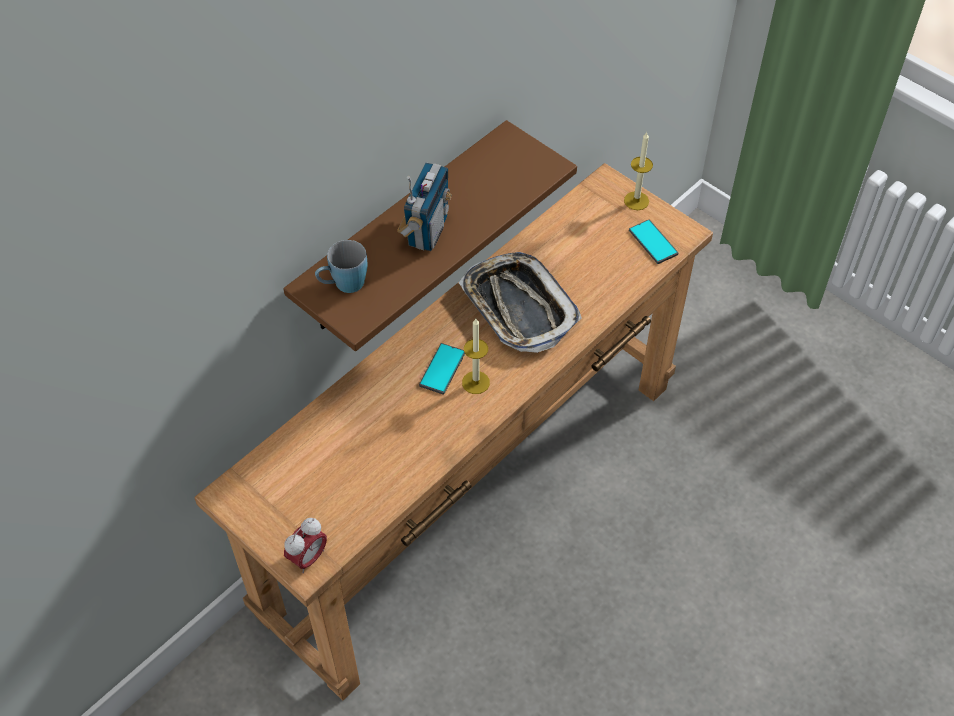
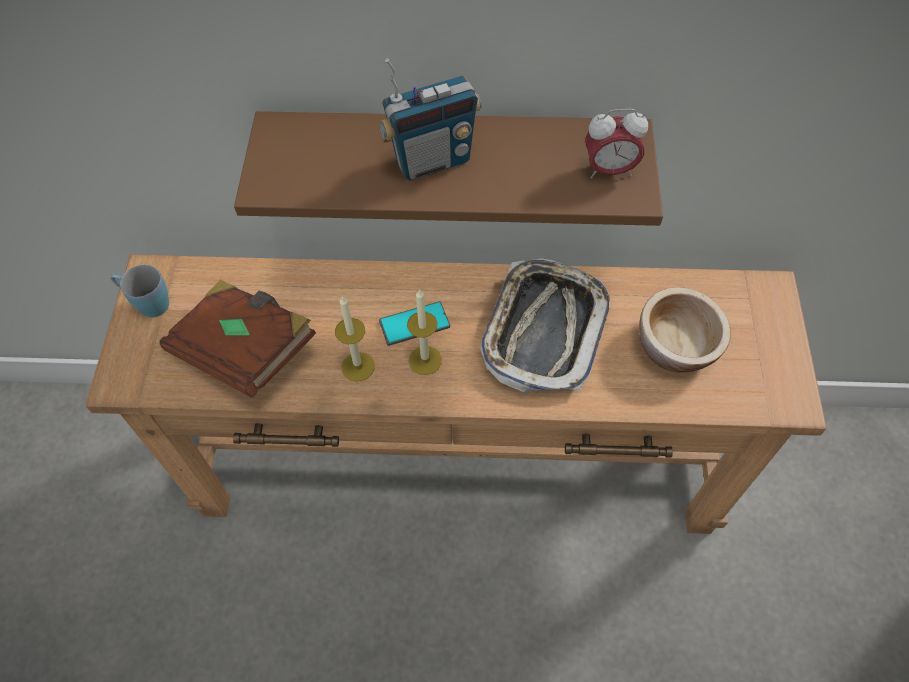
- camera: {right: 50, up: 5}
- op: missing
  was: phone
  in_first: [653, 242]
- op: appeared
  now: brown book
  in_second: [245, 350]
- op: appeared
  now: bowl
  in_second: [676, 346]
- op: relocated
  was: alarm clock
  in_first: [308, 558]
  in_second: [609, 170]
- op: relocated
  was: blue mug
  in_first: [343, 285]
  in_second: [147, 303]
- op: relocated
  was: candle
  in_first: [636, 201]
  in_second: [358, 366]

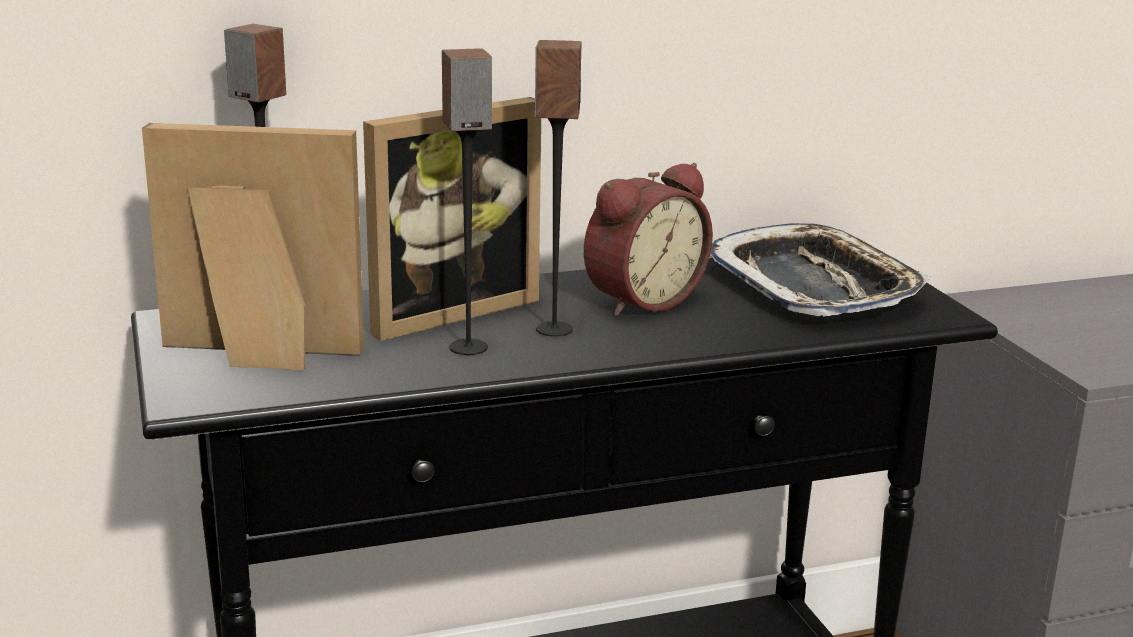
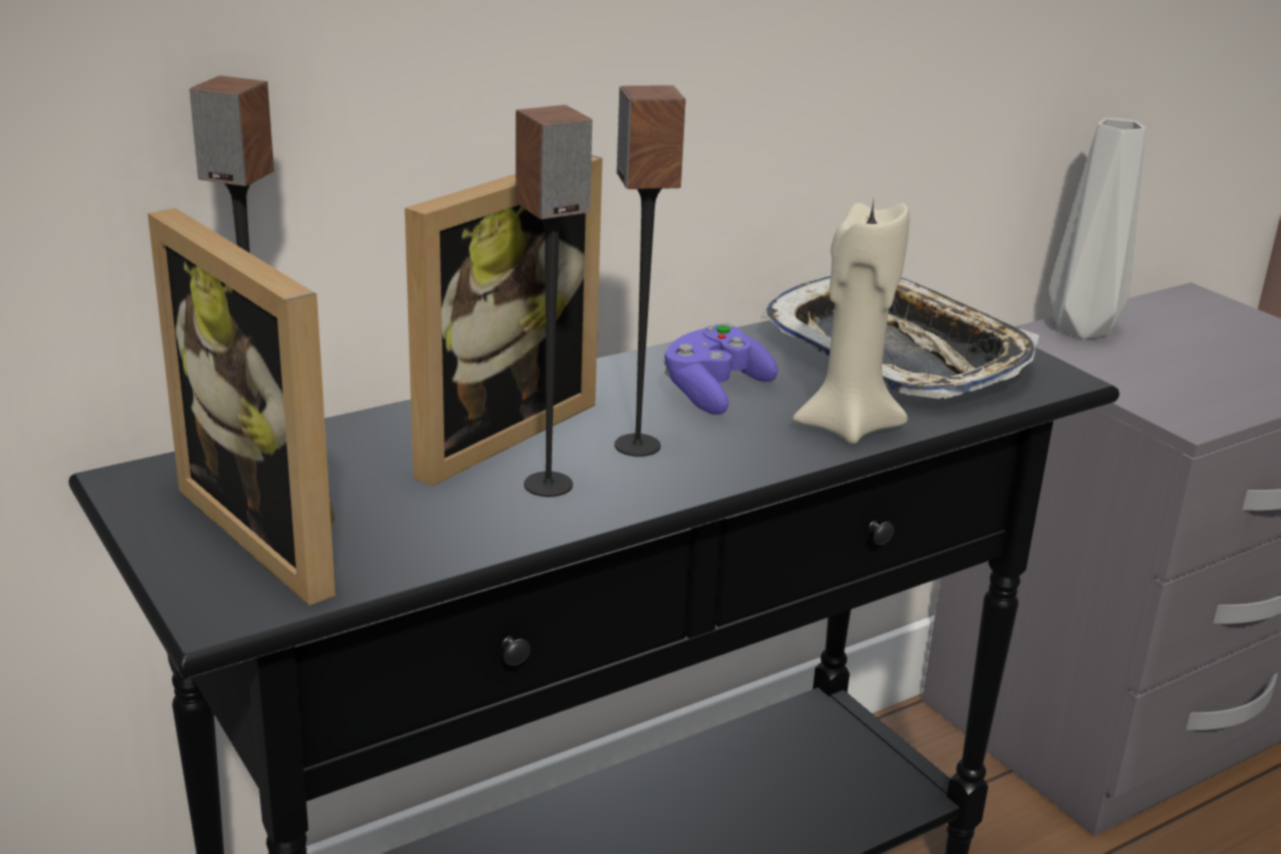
- camera: {right: -15, up: 5}
- op: appeared
  now: beige candle
  in_second: [847, 426]
- op: appeared
  now: grey vase
  in_second: [1080, 330]
- op: exchanged
  was: alarm clock
  now: purple game controller
  in_first: [640, 300]
  in_second: [714, 391]
- op: spun
  was: picture frame
  in_first: [257, 356]
  in_second: [282, 530]
  clockwise: -120

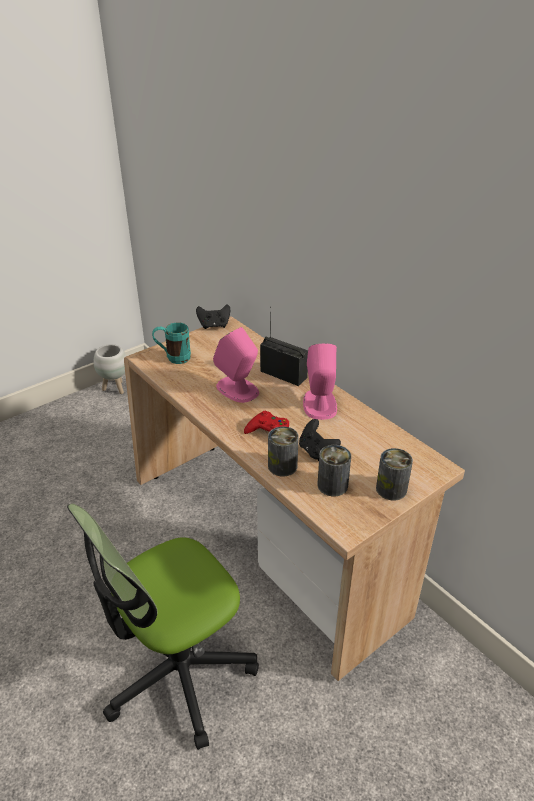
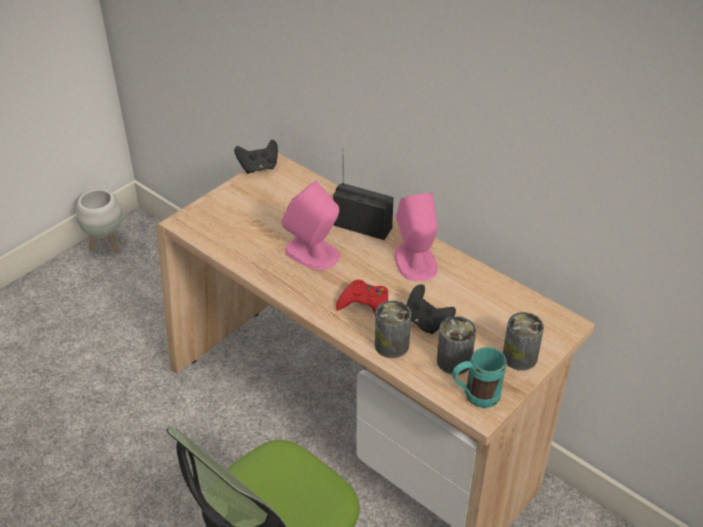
- camera: {right: -10, up: 5}
- op: relocated
  was: turquoise mug
  in_first: [173, 358]
  in_second: [474, 397]

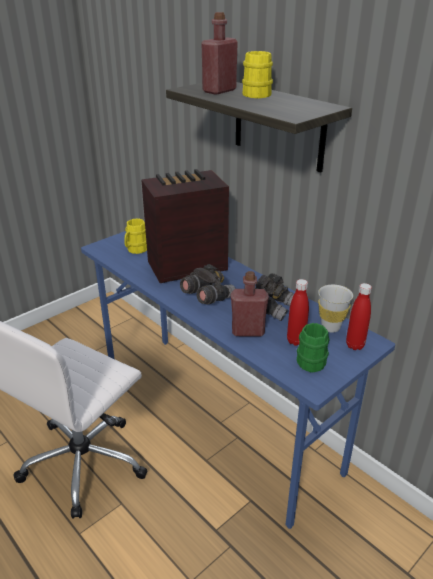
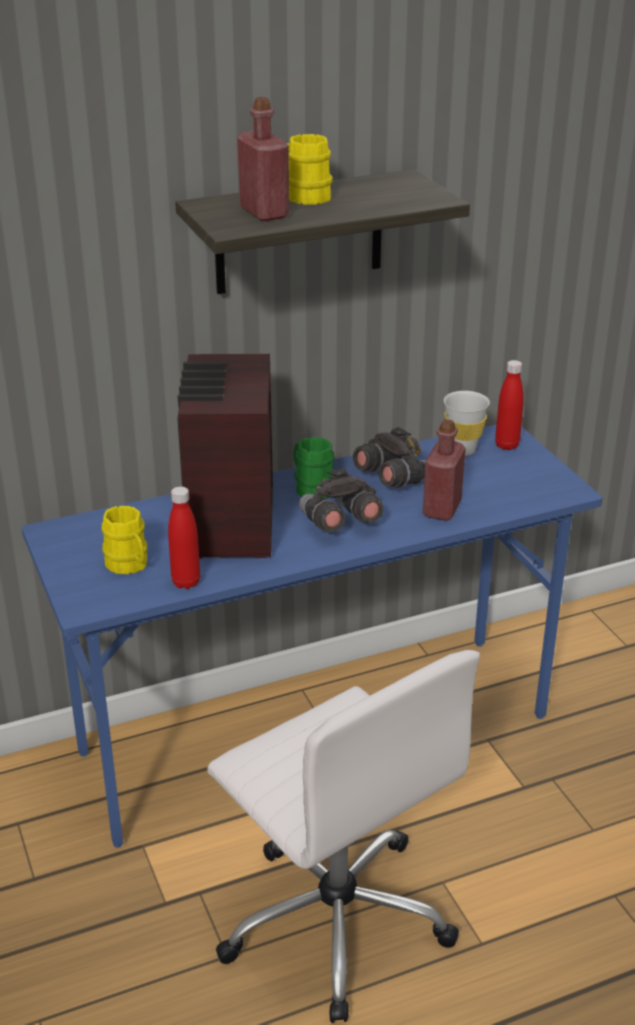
- camera: {right: -70, up: 0}
- op: relocated
  was: red bottle
  in_first: [295, 341]
  in_second: [186, 582]
- op: relocated
  was: green mug
  in_first: [313, 359]
  in_second: [311, 487]

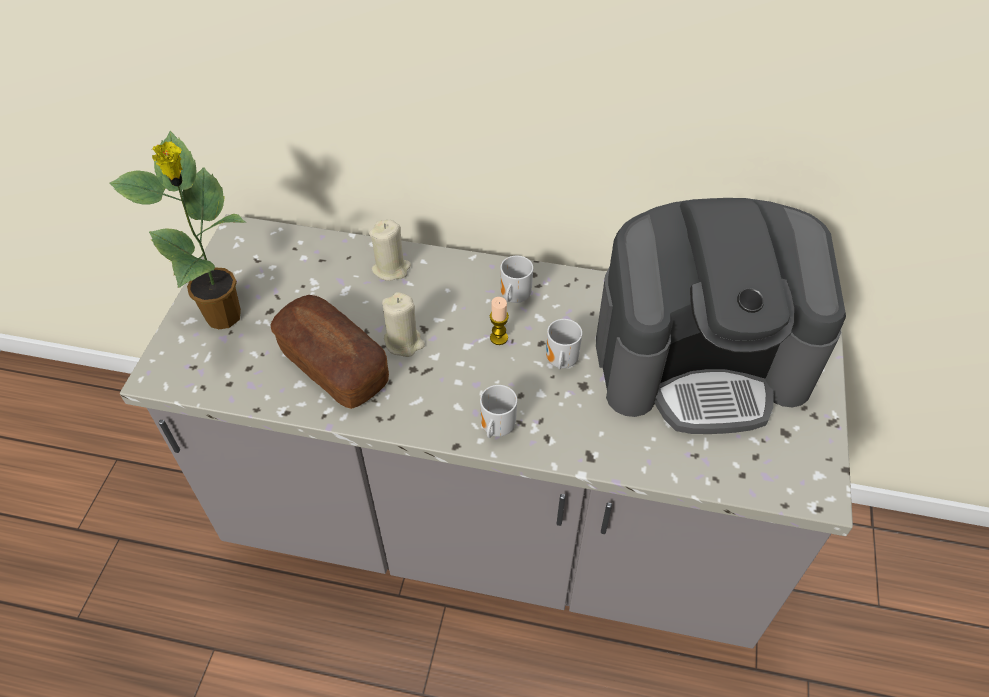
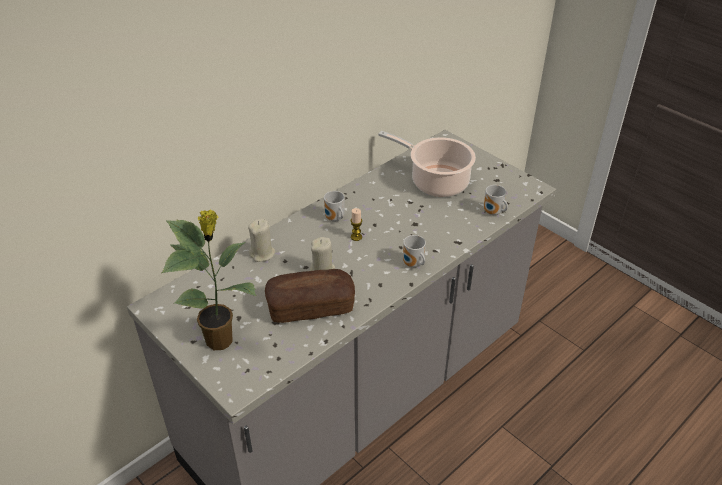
- camera: {right: -55, up: -10}
- op: relocated
  was: mug
  in_first: [559, 362]
  in_second: [493, 213]
- op: exchanged
  was: coffee machine
  now: cooking pot
  in_first: [701, 360]
  in_second: [436, 181]

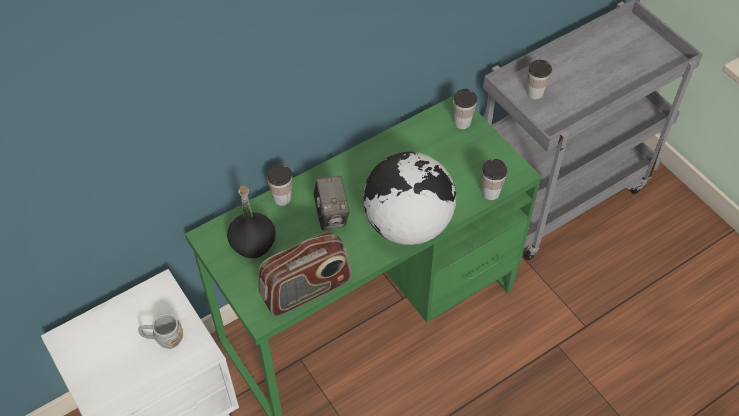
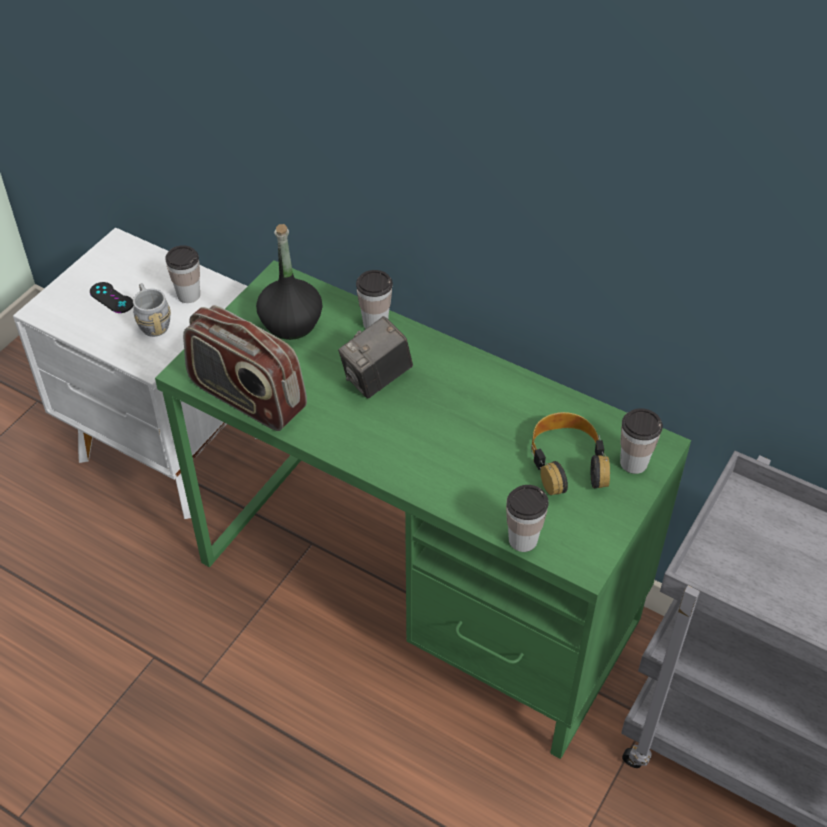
- camera: {right: 65, up: -5}
- op: missing
  was: globe
  in_first: [407, 225]
- op: appeared
  now: black game controller
  in_second: [111, 298]
- op: appeared
  now: headphones
  in_second: [567, 461]
- op: relocated
  was: cup
  in_first: [535, 93]
  in_second: [189, 295]

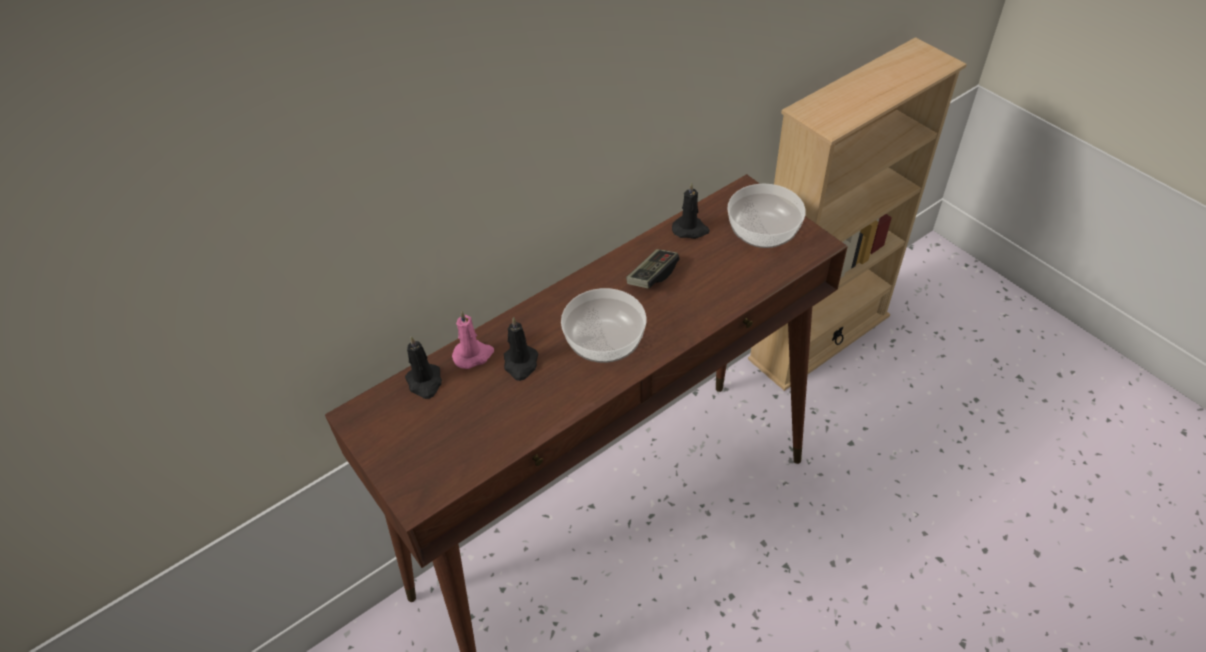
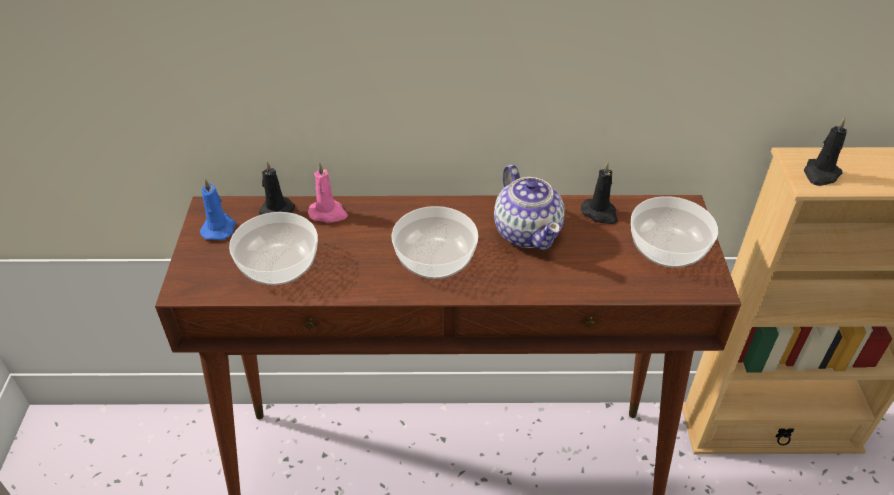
- camera: {right: 35, up: -5}
- op: appeared
  now: blue candle
  in_second: [219, 228]
- op: appeared
  now: bowl
  in_second: [280, 265]
- op: relocated
  was: black candle
  in_first: [521, 364]
  in_second: [820, 174]
- op: exchanged
  was: game controller
  now: teapot
  in_first: [652, 276]
  in_second: [527, 232]

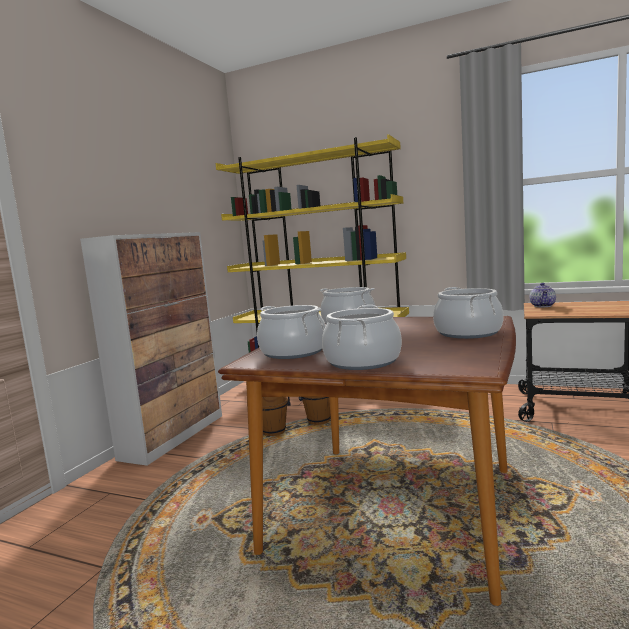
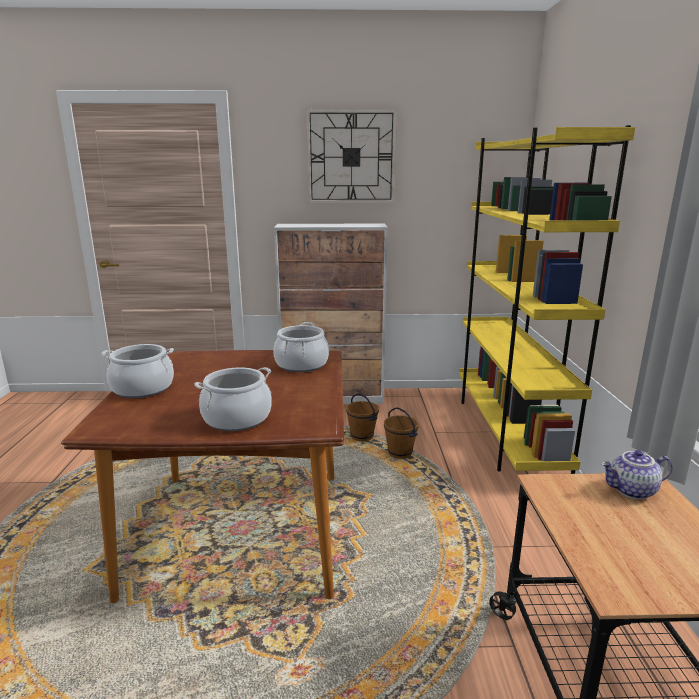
- camera: {right: 65, up: 10}
- op: missing
  was: cooking pot
  in_first: [293, 352]
- op: appeared
  now: wall clock
  in_second: [351, 157]

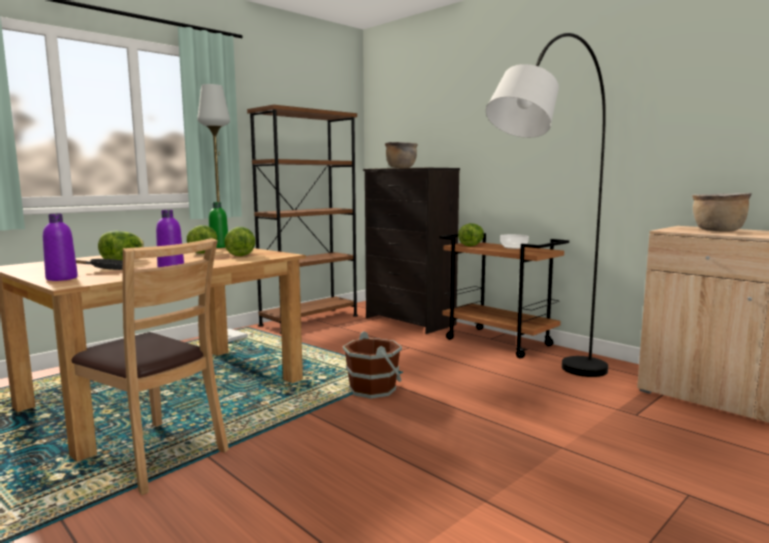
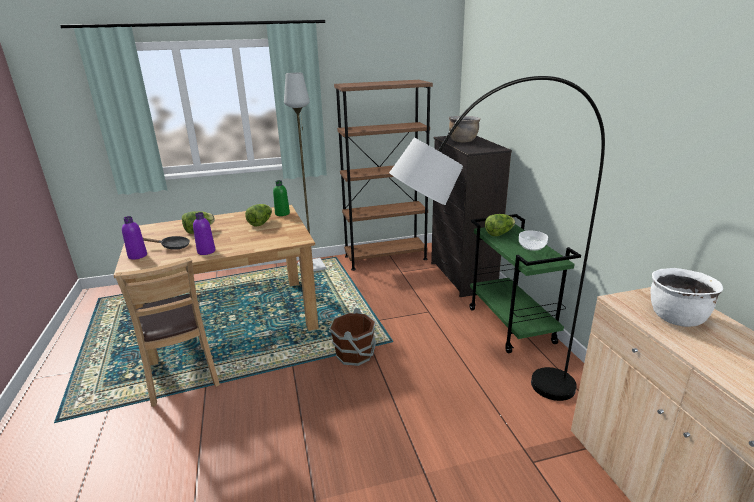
- camera: {right: 30, up: 15}
- op: missing
  was: lettuce
  in_first: [240, 254]
- op: colour
  was: brown cart
  now: green cart
  in_first: [499, 342]
  in_second: [511, 326]
- op: colour
  was: brown cooking pot
  now: white cooking pot
  in_first: [717, 231]
  in_second: [675, 318]

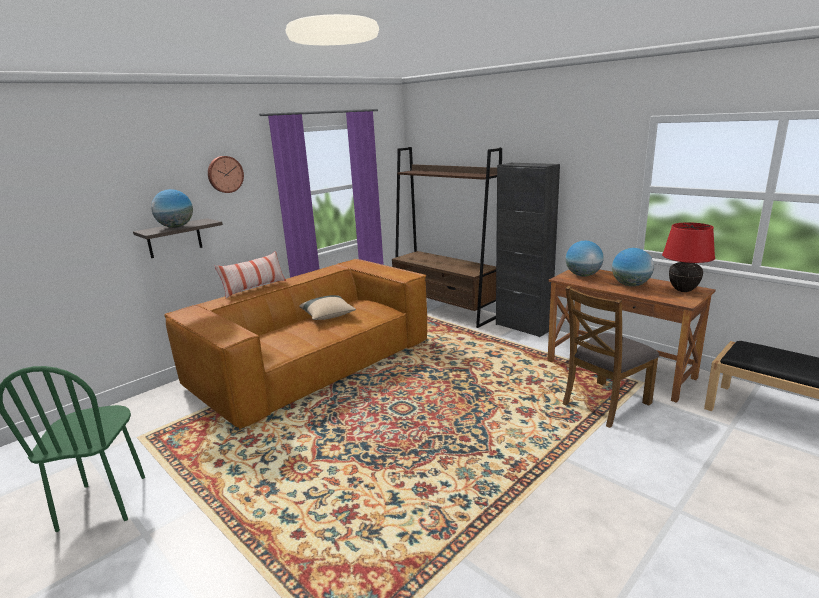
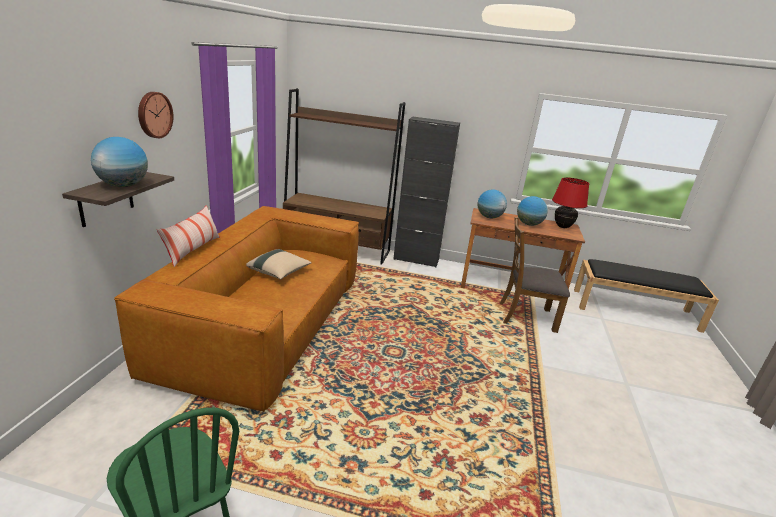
- camera: {right: -35, up: 5}
- op: spun
  was: brown chair
  in_first: [605, 403]
  in_second: [526, 316]
  clockwise: 75

